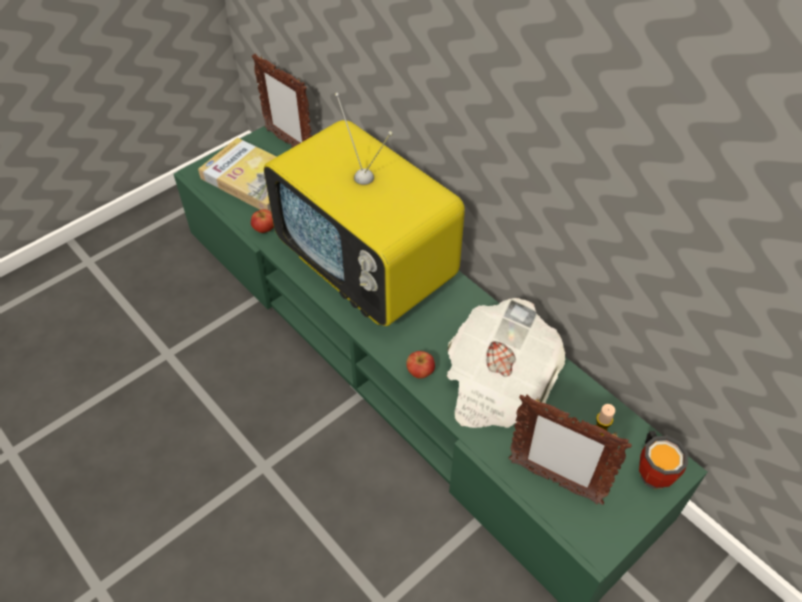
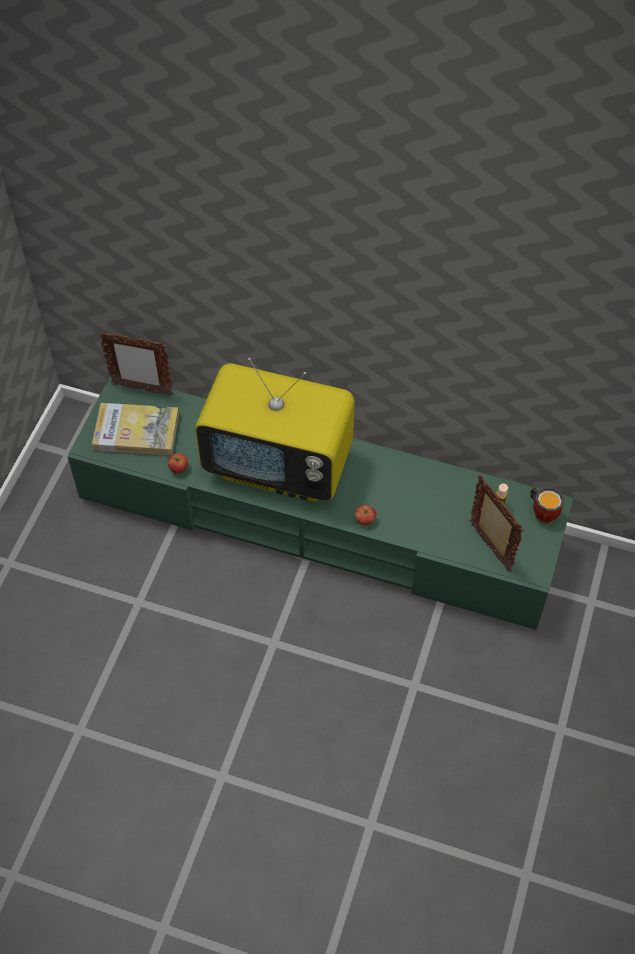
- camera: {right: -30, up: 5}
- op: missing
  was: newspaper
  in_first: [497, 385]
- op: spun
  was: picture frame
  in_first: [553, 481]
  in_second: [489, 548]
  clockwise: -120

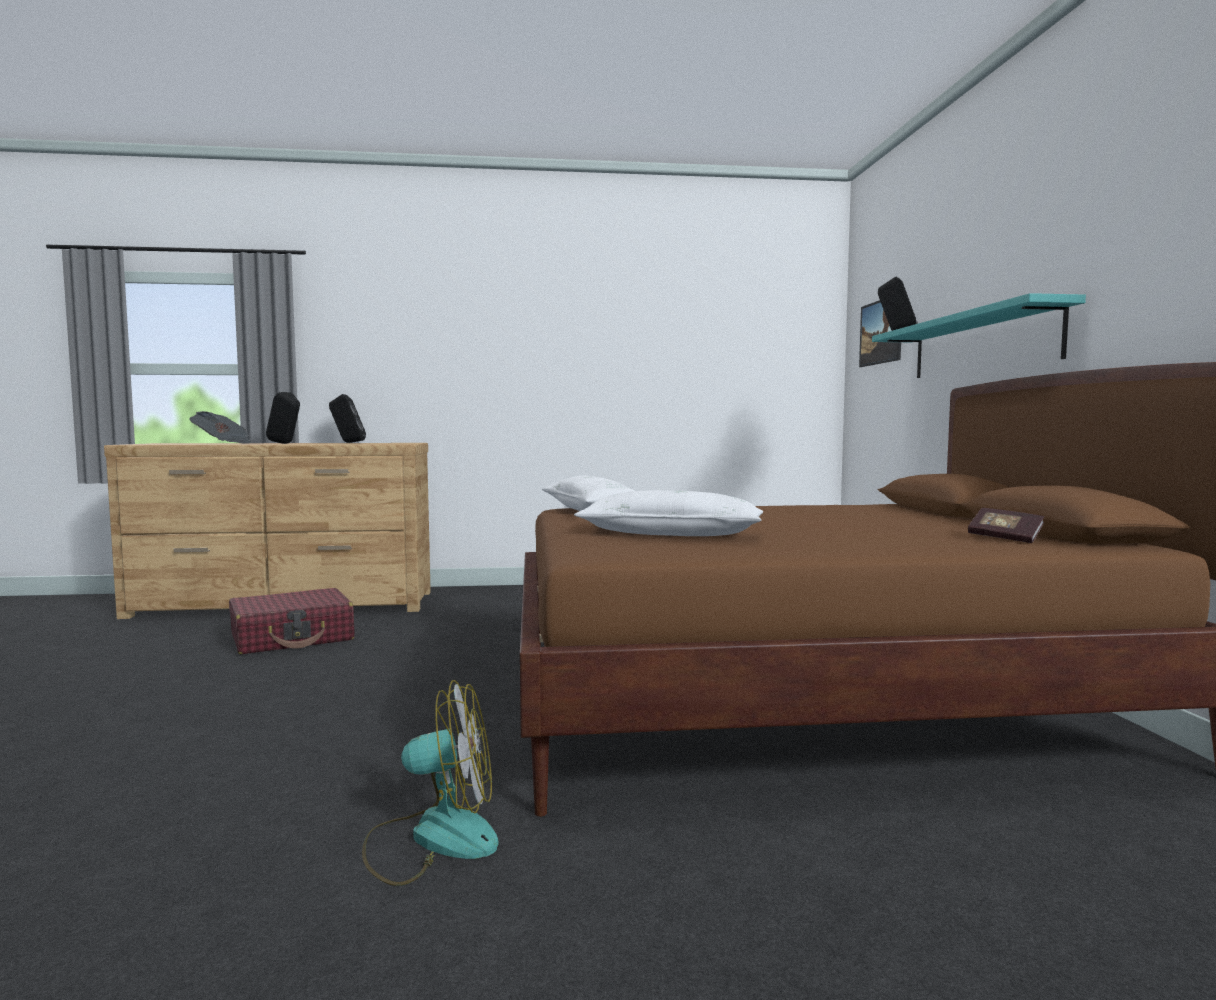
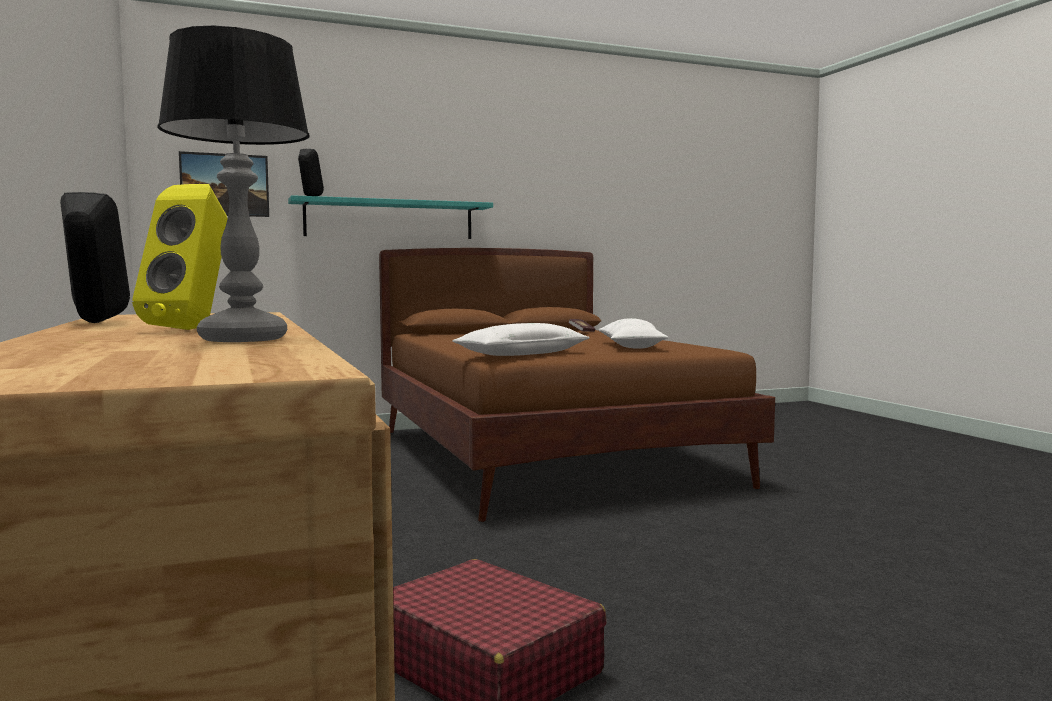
- camera: {right: -105, up: 0}
- op: missing
  was: fan
  in_first: [433, 838]
- op: exchanged
  was: newspaper
  now: table lamp
  in_first: [224, 444]
  in_second: [241, 339]
- op: colour
  was: black speaker
  now: yellow speaker
  in_first: [286, 443]
  in_second: [192, 329]

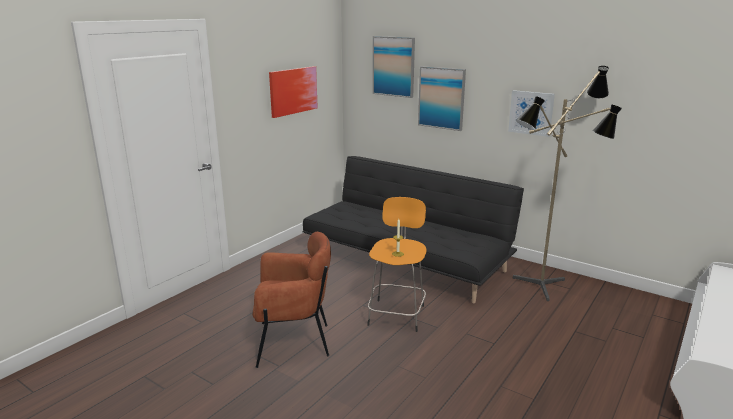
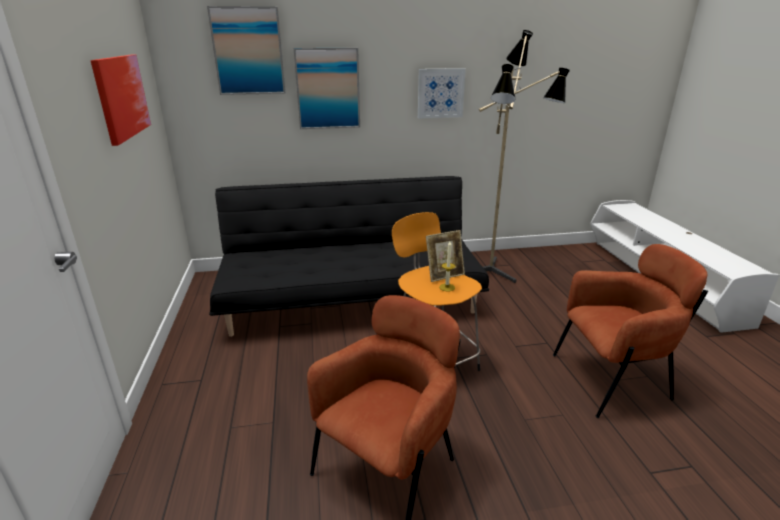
- camera: {right: -45, up: 5}
- op: appeared
  now: picture frame
  in_second: [444, 275]
- op: appeared
  now: brown armchair
  in_second: [612, 380]

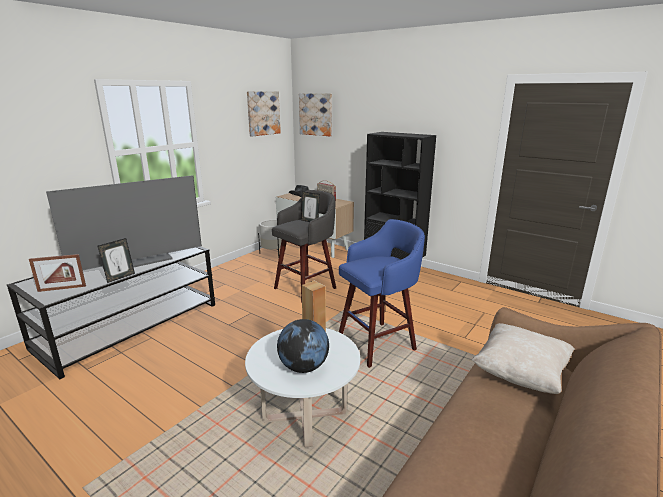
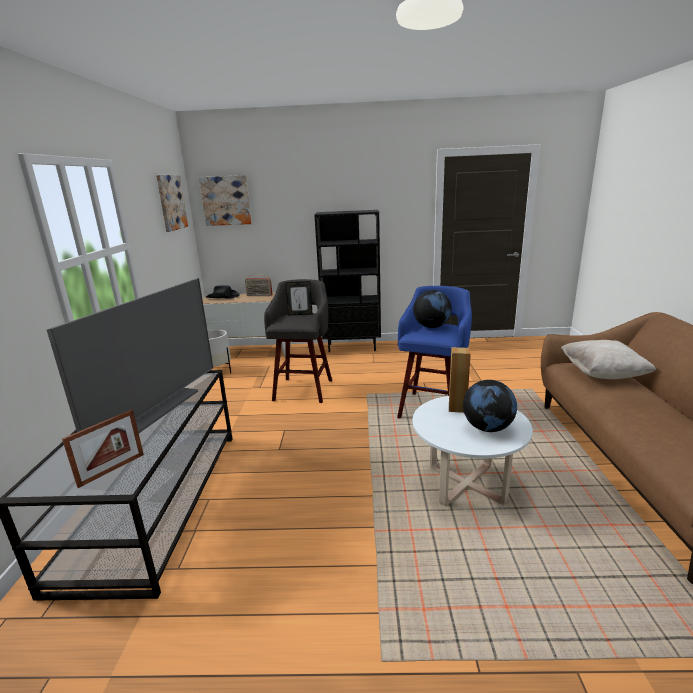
- camera: {right: -35, up: 0}
- op: missing
  was: picture frame
  in_first: [120, 277]
- op: appeared
  now: globe
  in_second: [431, 327]

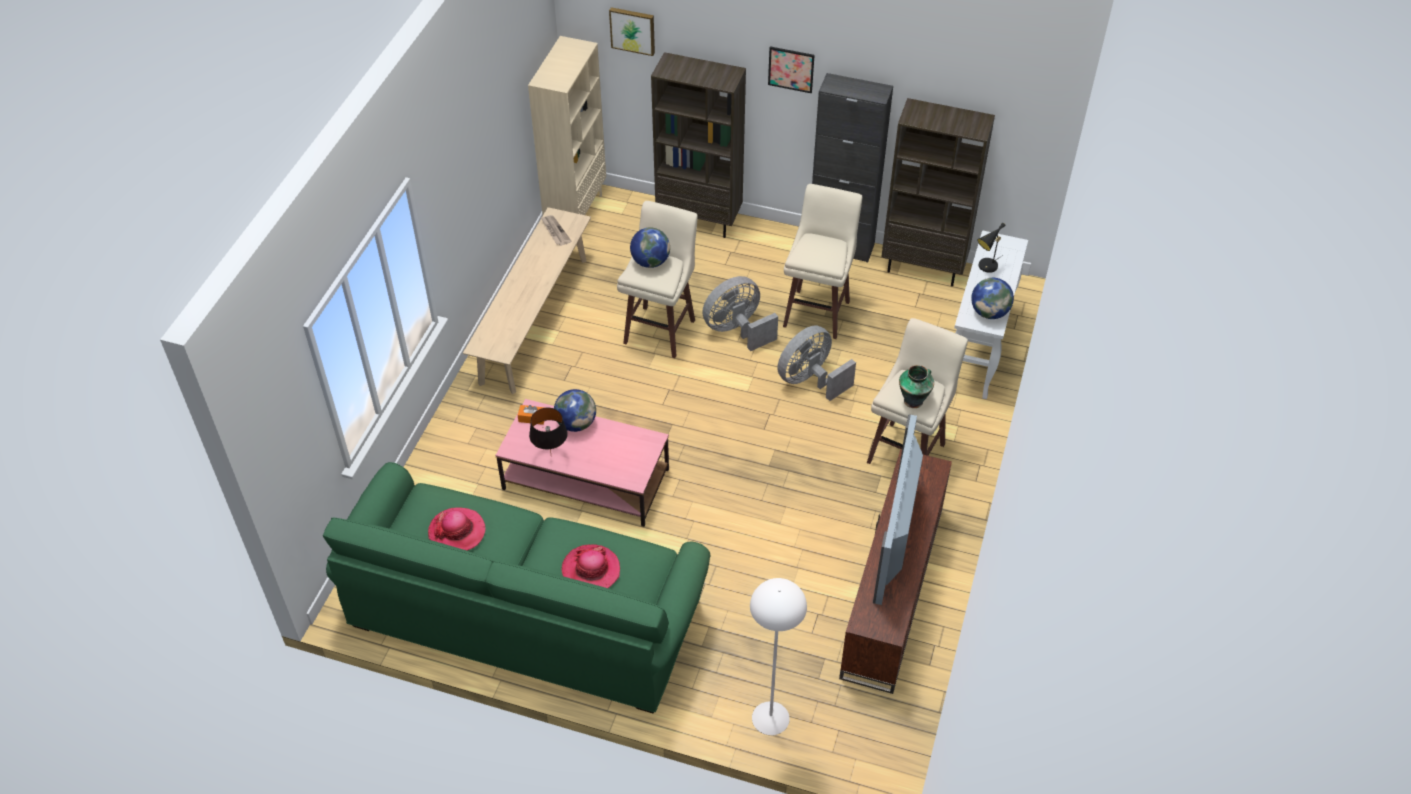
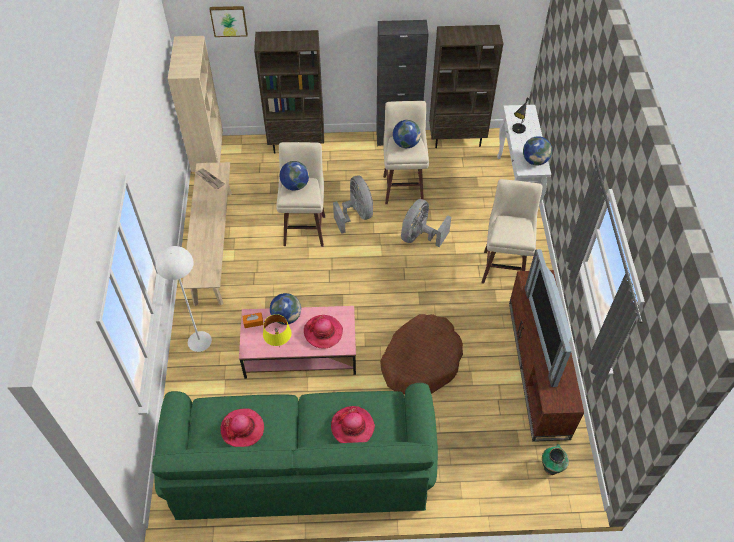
- camera: {right: -20, up: 5}
- op: missing
  was: picture
  in_first: [791, 69]
- op: appeared
  now: hat
  in_second: [323, 332]
- op: appeared
  now: brown dog bed
  in_second: [421, 361]
- op: appeared
  now: globe
  in_second: [406, 144]
- op: relocated
  was: white floor lamp
  in_first: [770, 718]
  in_second: [199, 341]
- op: relocated
  was: vase
  in_first: [914, 400]
  in_second: [551, 467]
- op: colour
  was: black table lamp
  now: yellow table lamp
  in_first: [550, 456]
  in_second: [279, 347]
- op: spun
  was: grey fan
  in_first: [737, 330]
  in_second: [356, 215]
  clockwise: 120

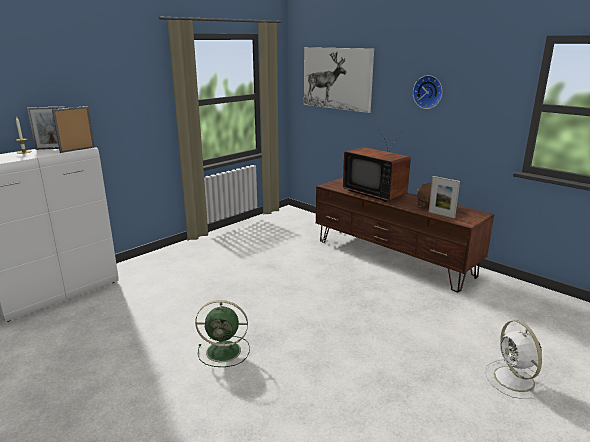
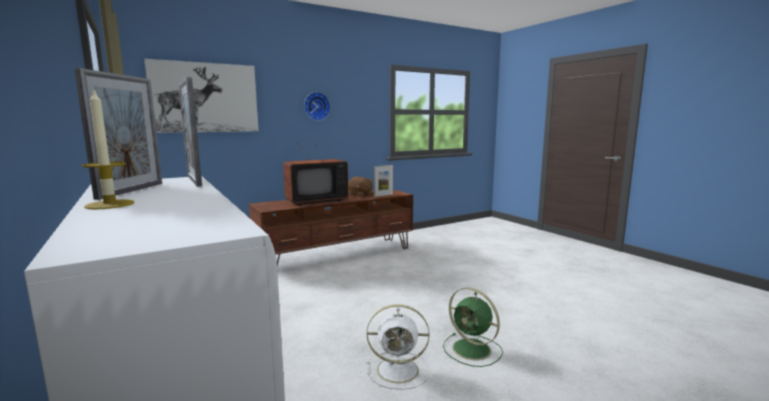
- camera: {right: -75, up: -10}
- op: relocated
  was: white fan
  in_first: [515, 380]
  in_second: [399, 370]
- op: spun
  was: green fan
  in_first: [225, 351]
  in_second: [473, 350]
  clockwise: 120

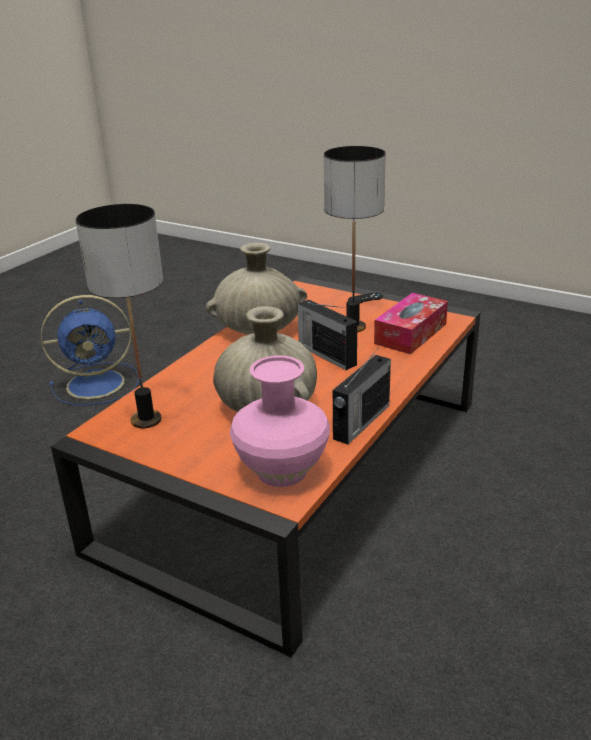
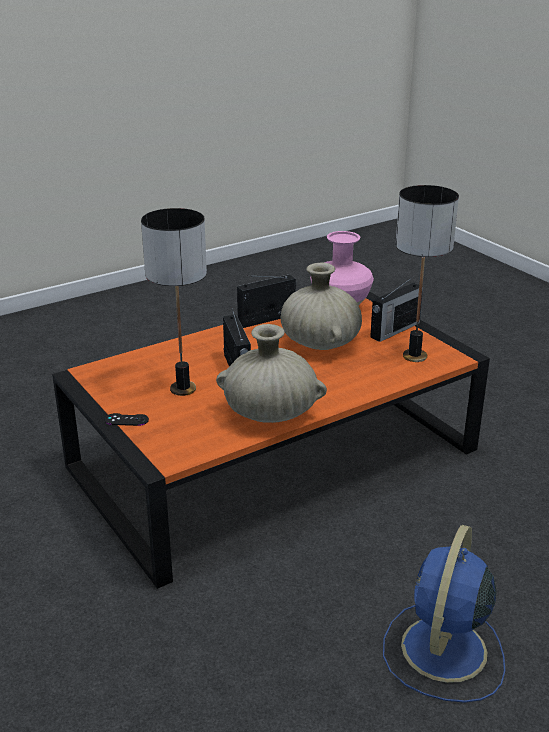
- camera: {right: -155, up: 0}
- op: missing
  was: tissue box
  in_first: [410, 334]
- op: appeared
  now: radio
  in_second: [394, 330]
- op: spun
  was: blue fan
  in_first: [98, 384]
  in_second: [443, 652]
  clockwise: -75

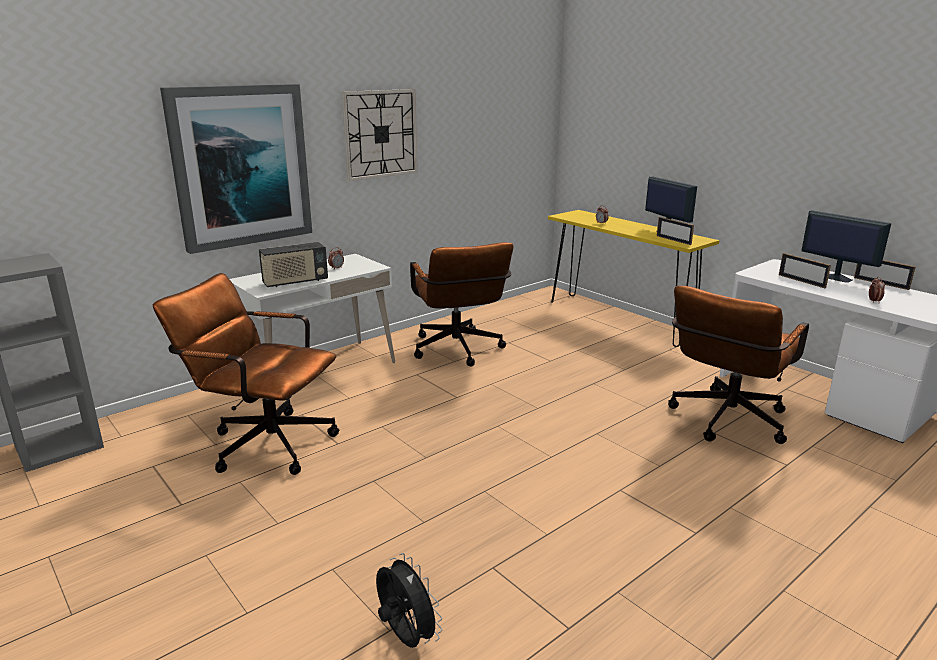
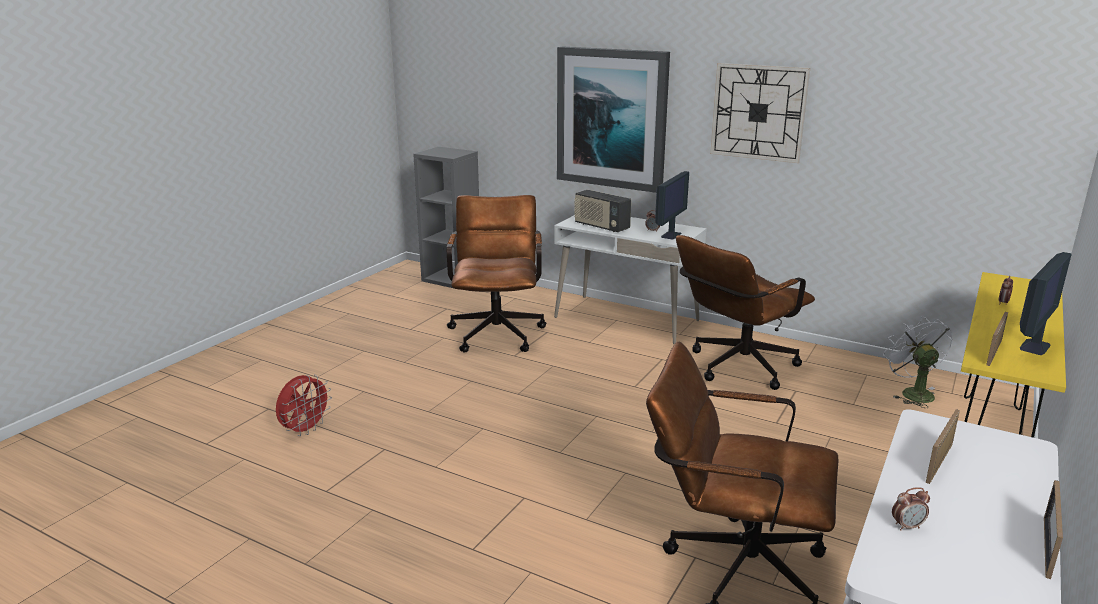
- camera: {right: 70, up: 0}
- op: appeared
  now: white fan
  in_second: [912, 392]
- op: relocated
  was: monitor
  in_first: [835, 278]
  in_second: [671, 235]
- op: colour
  was: black fan
  now: red fan
  in_first: [405, 637]
  in_second: [305, 430]

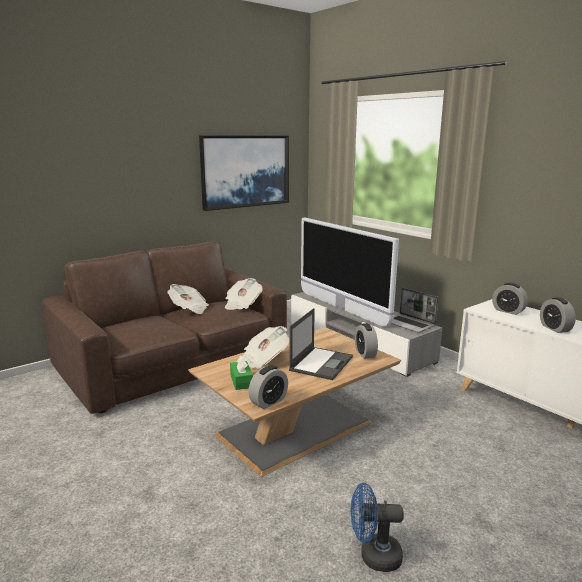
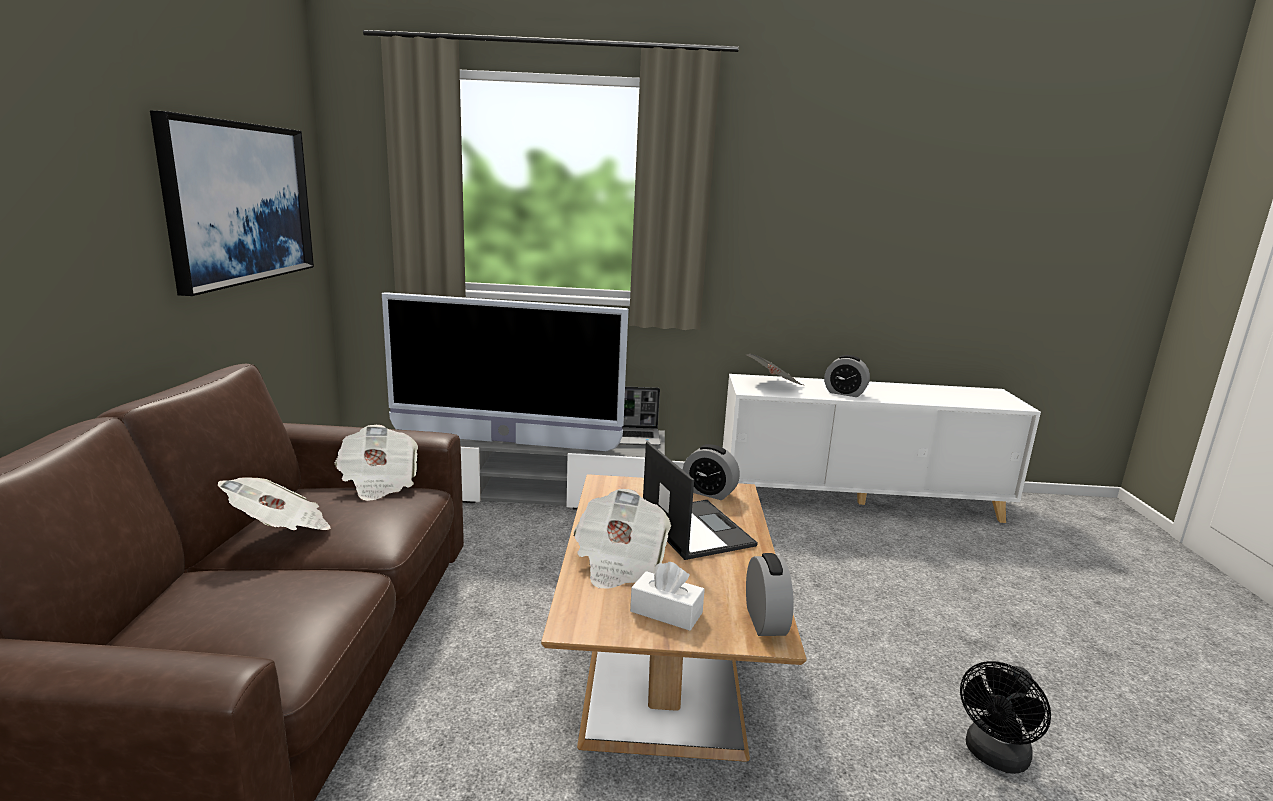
- camera: {right: -50, up: 0}
- op: exchanged
  was: alarm clock
  now: newspaper
  in_first: [508, 311]
  in_second: [774, 385]
- op: colour
  was: green tissue box
  now: white tissue box
  in_first: [241, 381]
  in_second: [666, 612]
- op: colour
  was: blue fan
  now: black fan
  in_first: [373, 556]
  in_second: [994, 757]

